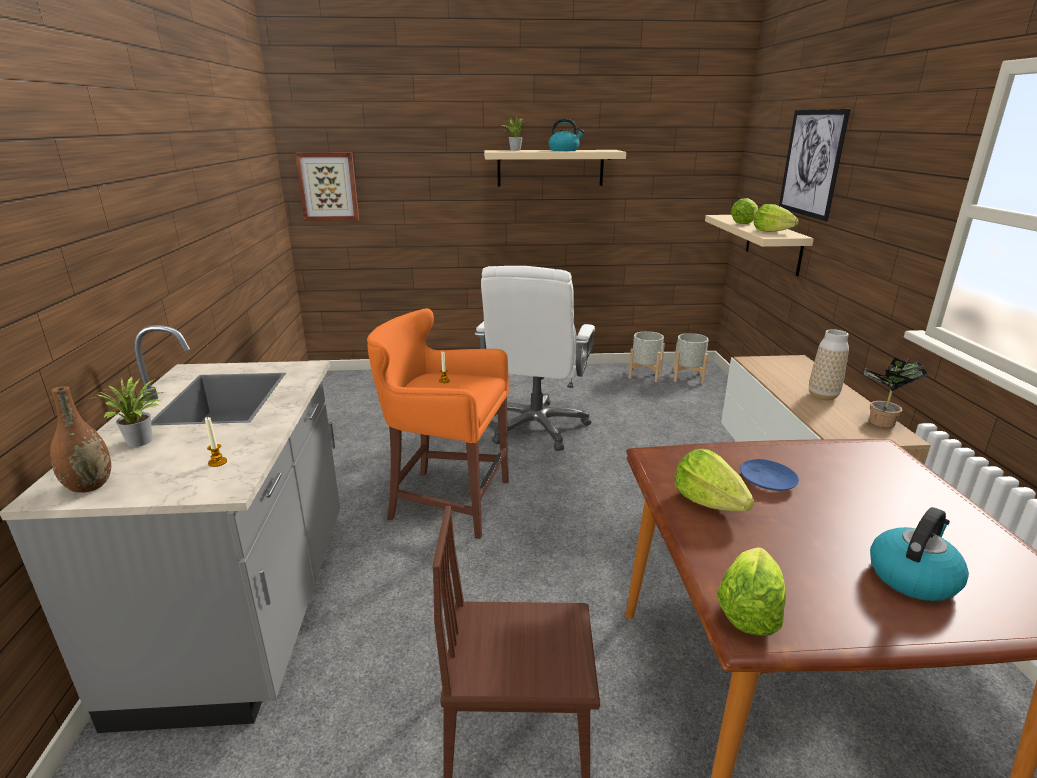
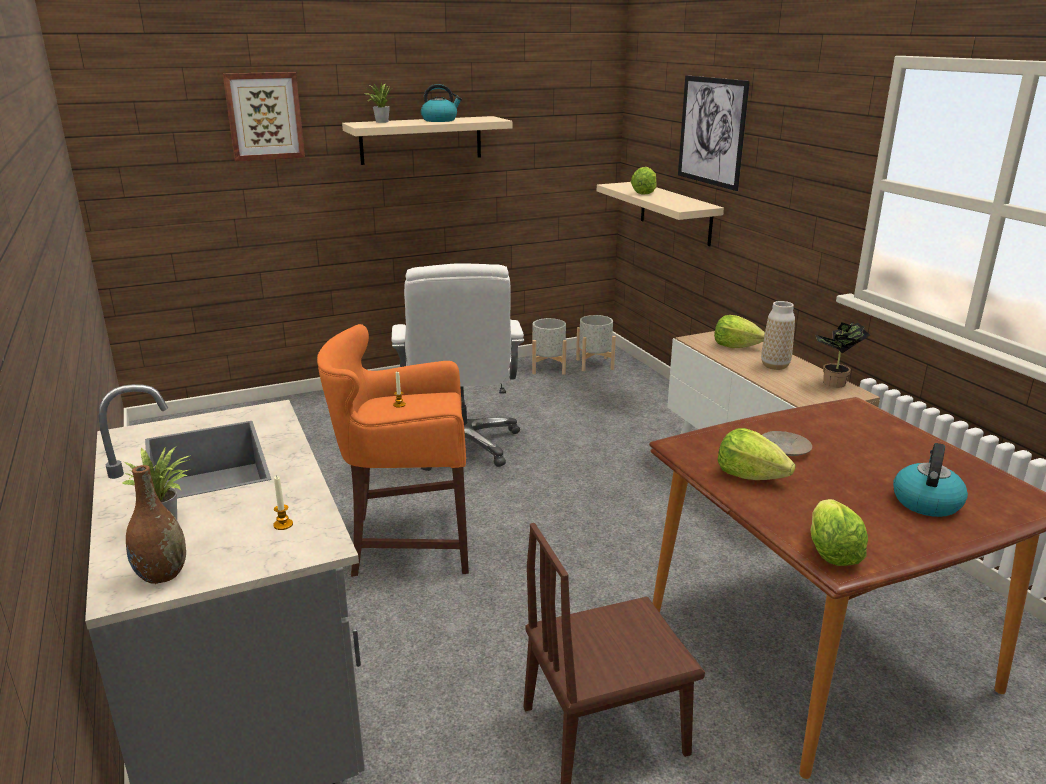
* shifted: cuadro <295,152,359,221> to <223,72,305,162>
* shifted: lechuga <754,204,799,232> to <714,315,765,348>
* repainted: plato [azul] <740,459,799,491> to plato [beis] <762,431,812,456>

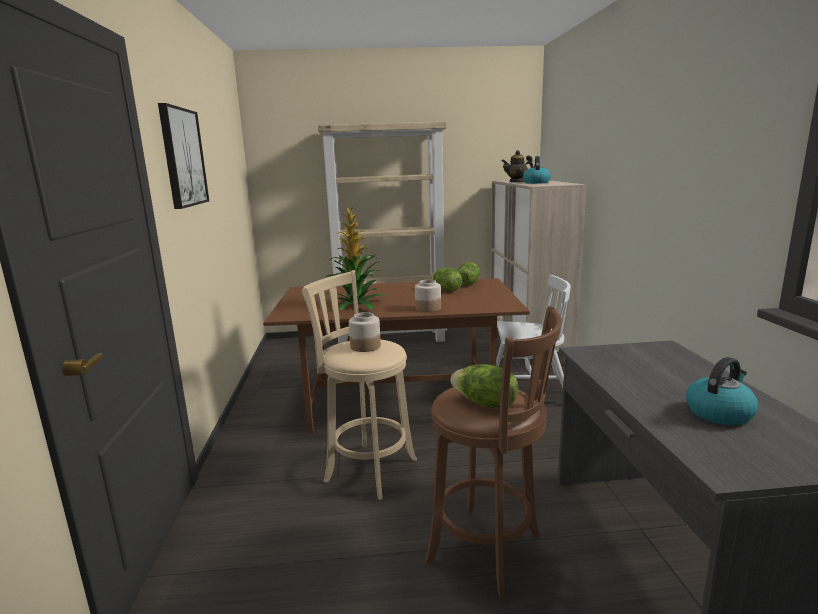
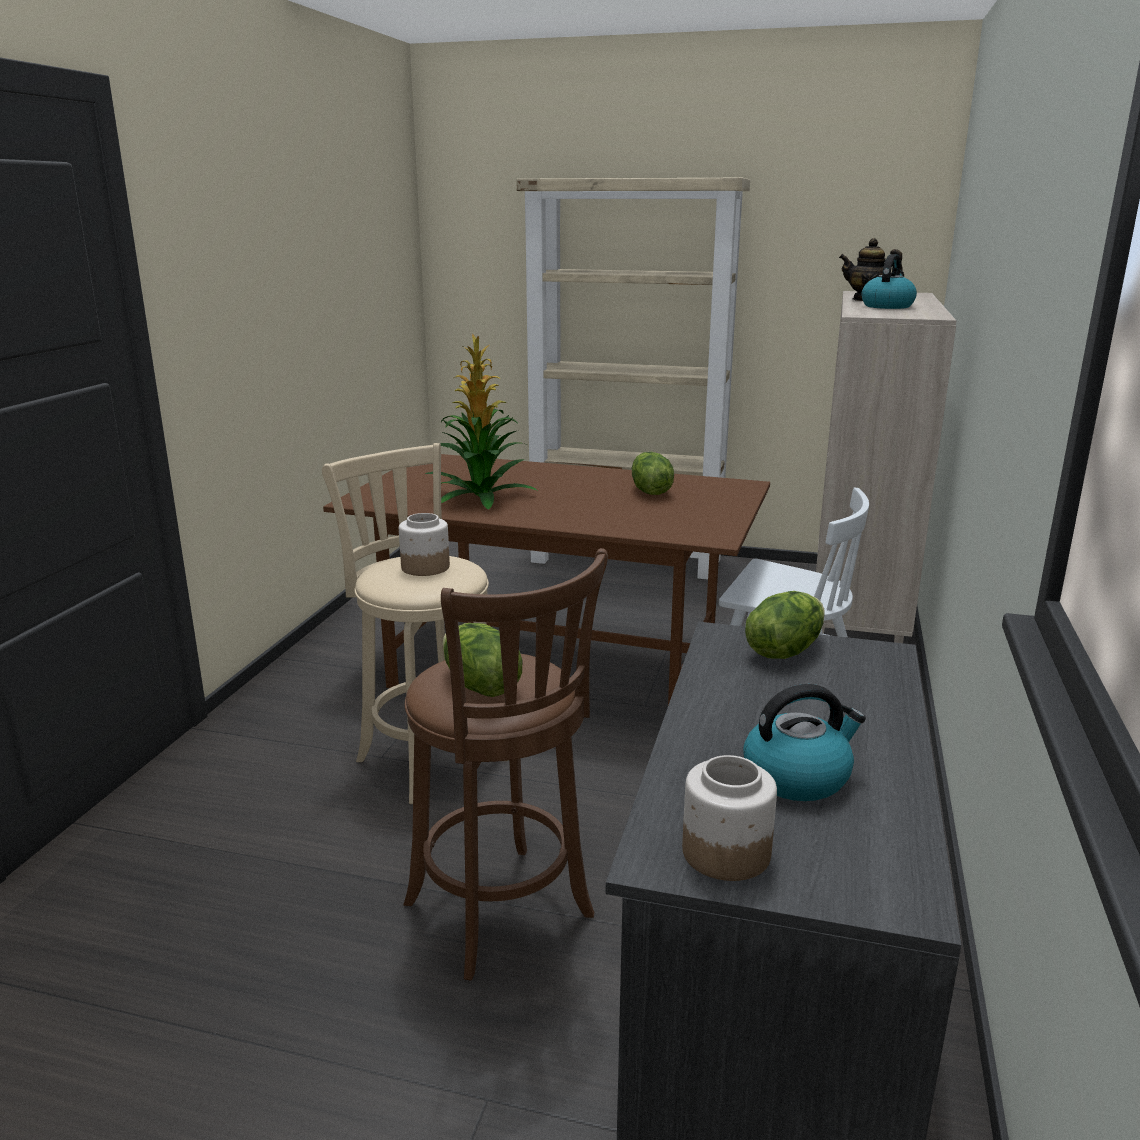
* shifted: tarro <415,280,441,312> to <682,755,777,881>
* shifted: lechuga <457,262,480,285> to <745,591,825,659>
* gone: cuadro <158,103,209,209>

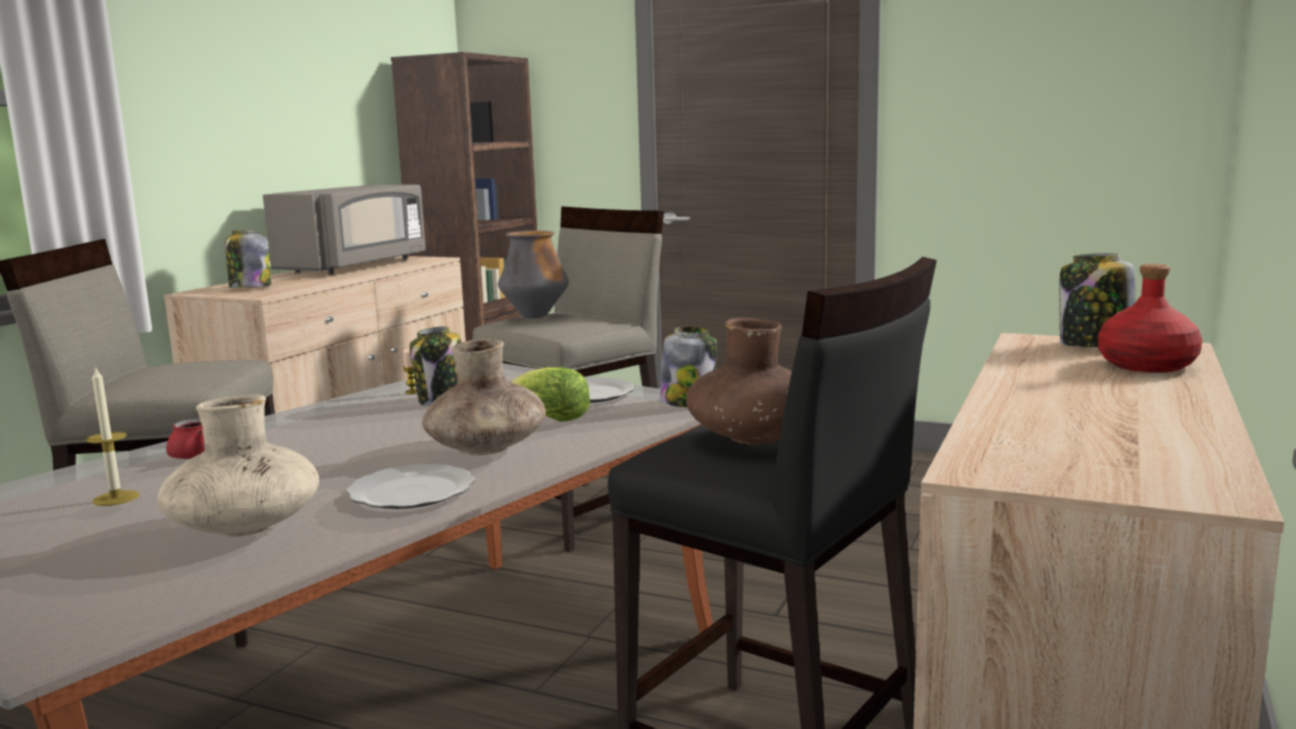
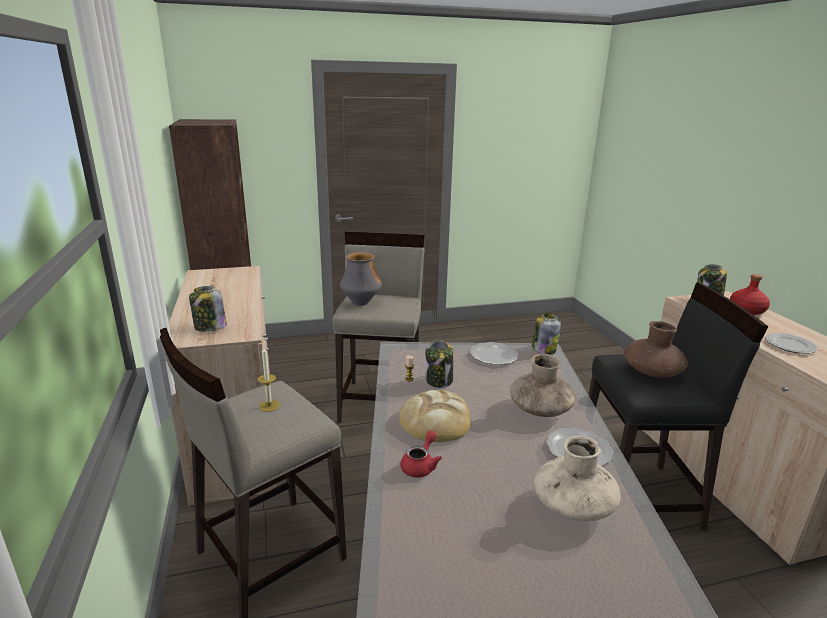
* shifted: vela <86,366,139,506> to <258,347,280,412>
* new: pan <399,390,471,442>
* new: plato <765,333,818,354>
* gone: microondas [gris] <263,185,426,274>
* gone: lechuga <512,367,590,422>

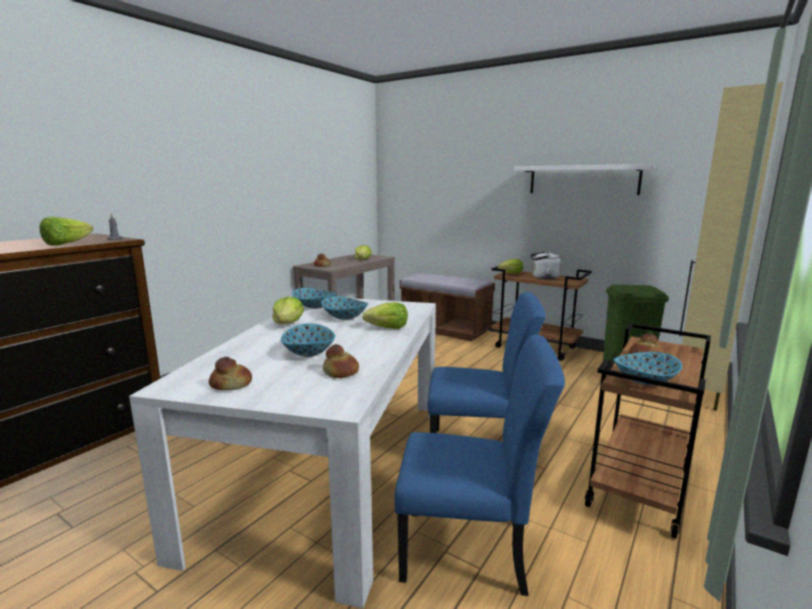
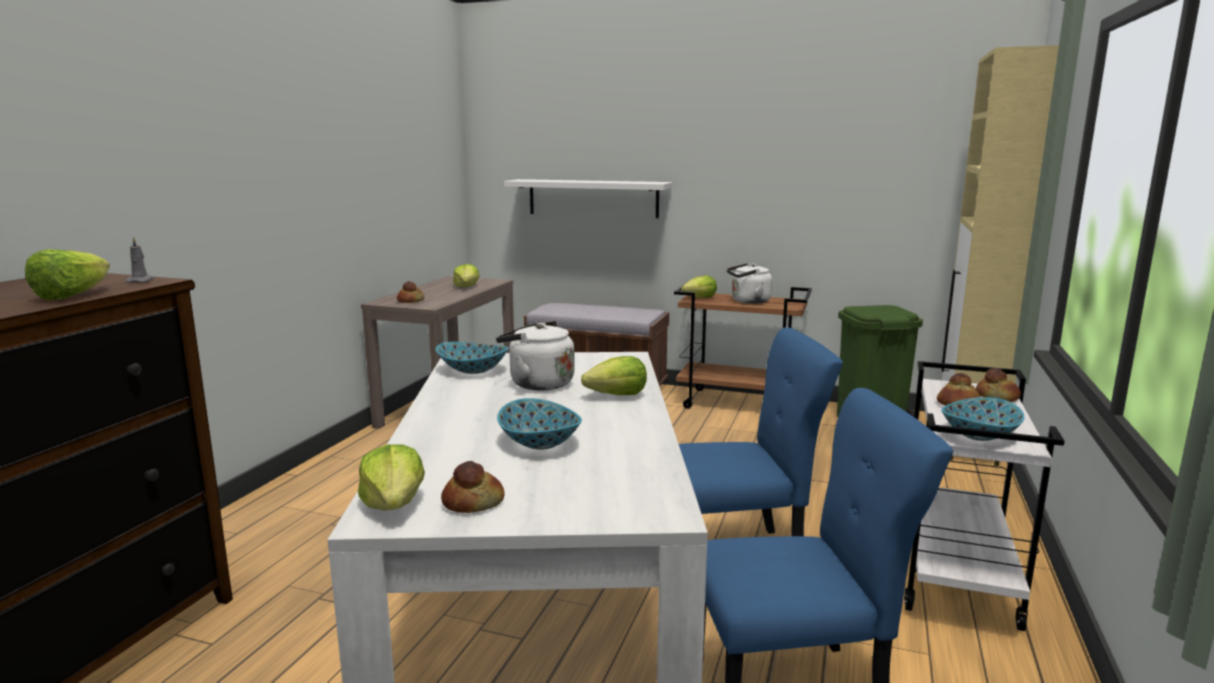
* shifted: lechuga <272,297,304,324> to <358,445,425,510>
* swapped: cuenco <321,296,368,320> to hervidor [blanco] <496,321,575,390>
* shifted: estante [blanco] <514,164,656,195> to <504,179,672,218>
* repainted: carrito [marrón] <585,323,711,539> to carrito [blanco] <904,361,1064,631>
* shifted: pan <323,344,359,378> to <976,368,1021,402>

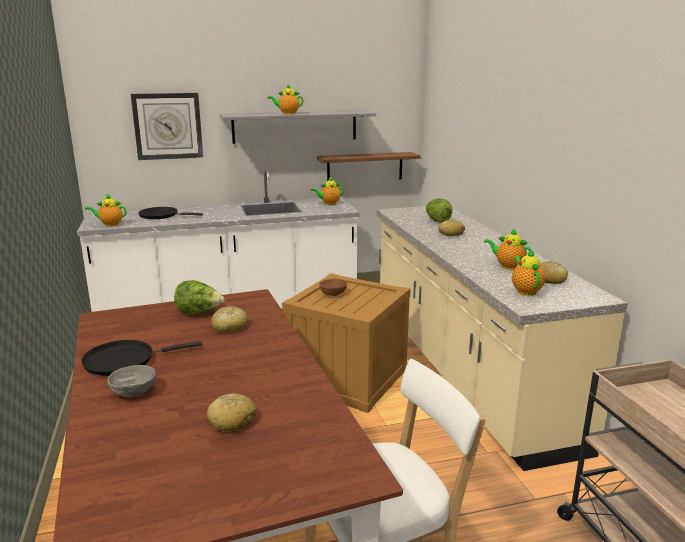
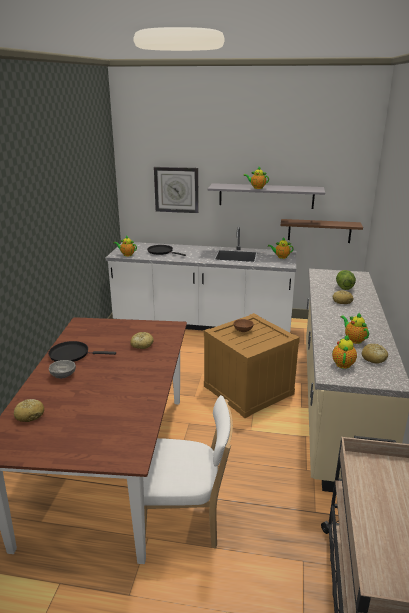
* shifted: pan <207,394,257,431> to <14,399,44,422>
* gone: lechuga <174,280,224,314>

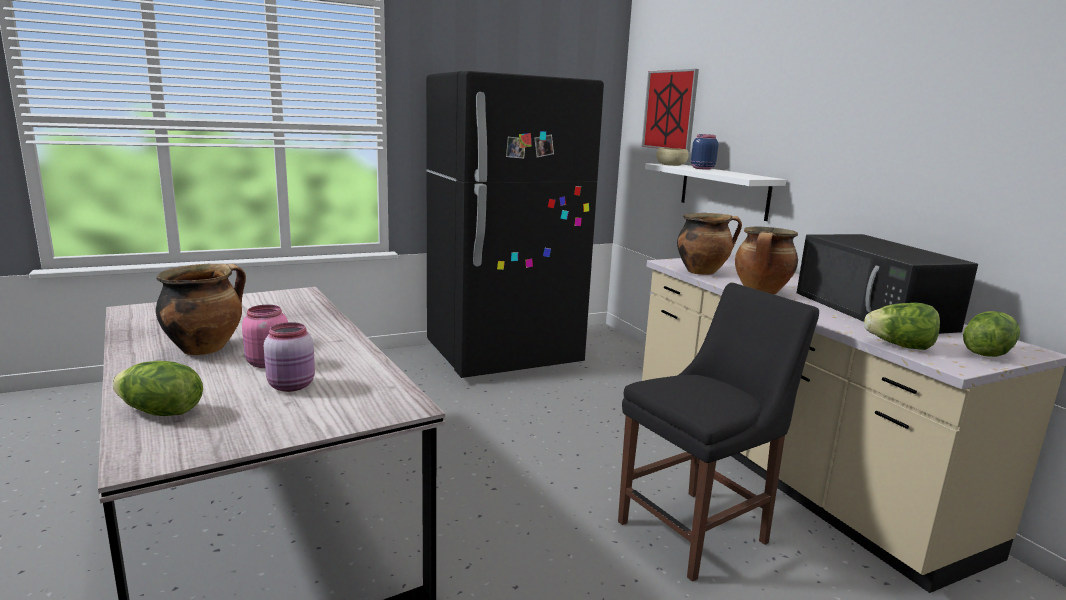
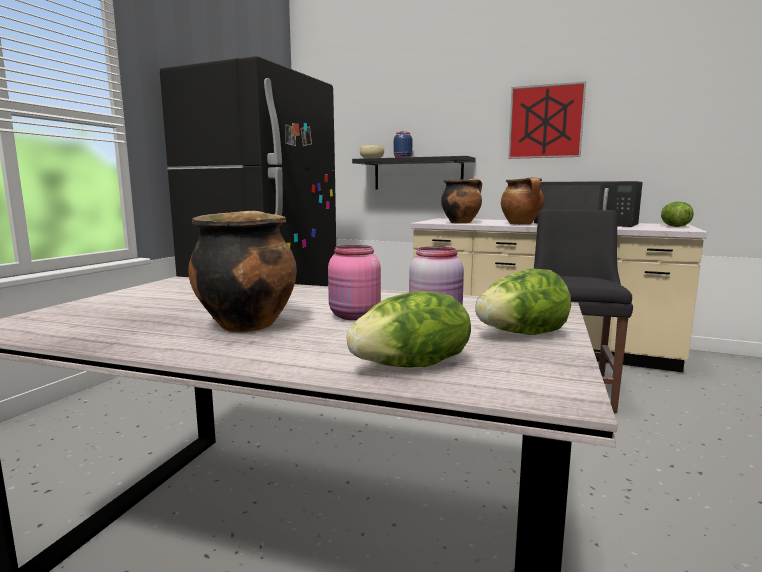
* repainted: estante [blanco] <645,164,786,221> to estante [negro] <352,156,476,189>
* shifted: lechuga <864,303,940,350> to <475,269,571,335>
* shifted: cuadro <642,69,699,152> to <508,81,586,159>

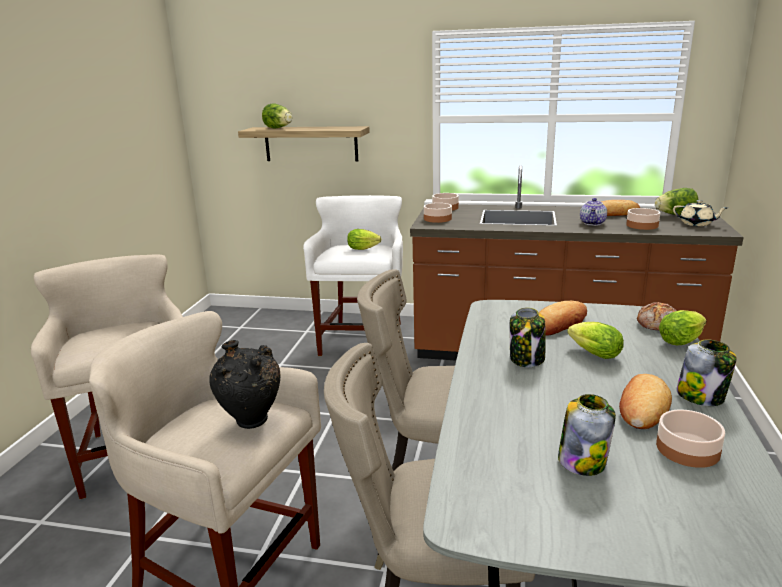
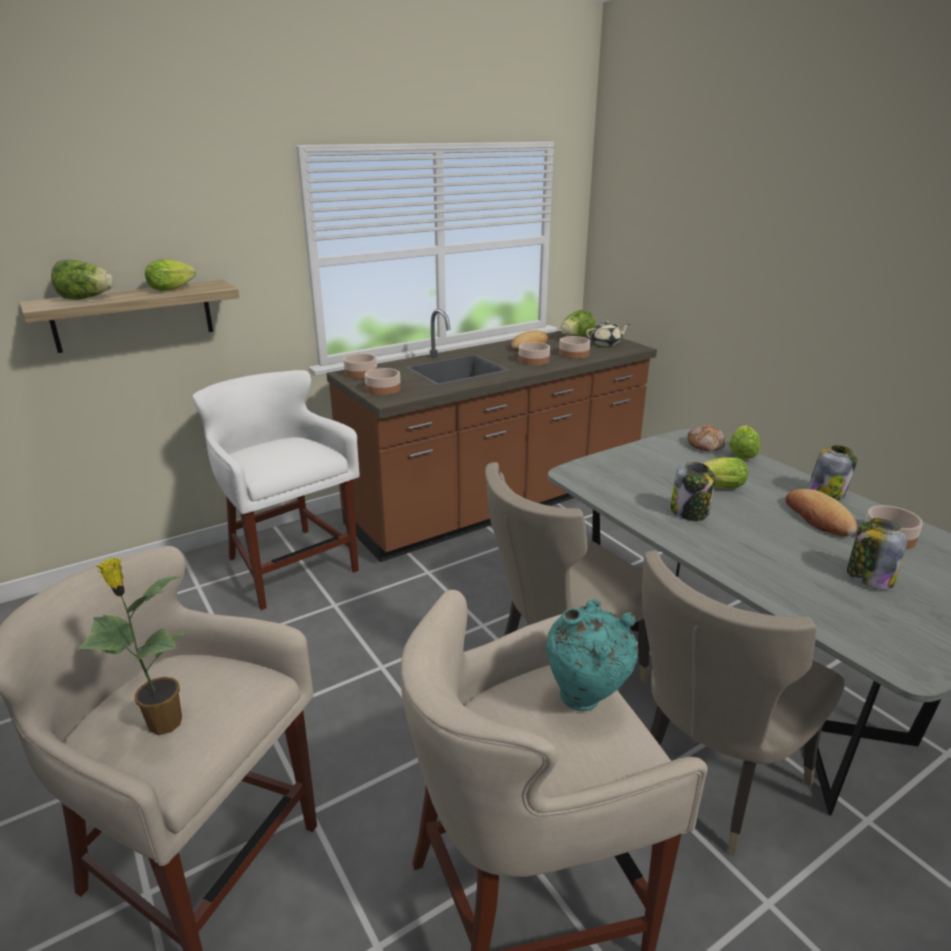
* new: planta en maceta <77,558,190,735>
* shifted: lechuga <347,229,381,250> to <145,259,196,291>
* swapped: tetera <580,198,607,226> to cuenco <518,342,550,366>
* repainted: florero [negro] <209,340,280,429> to florero [turquesa] <546,599,638,711>
* gone: pan <539,301,587,336>

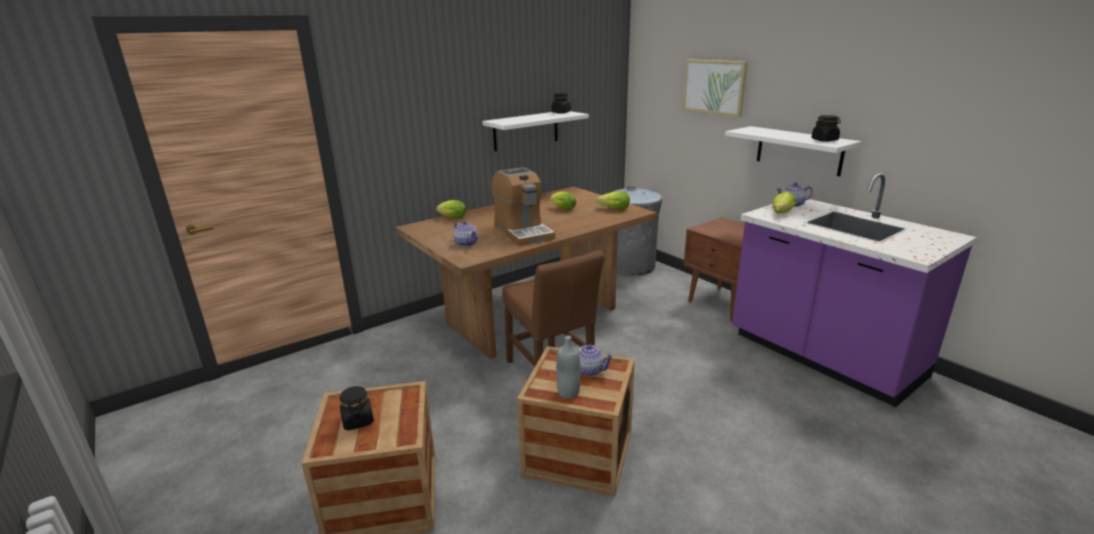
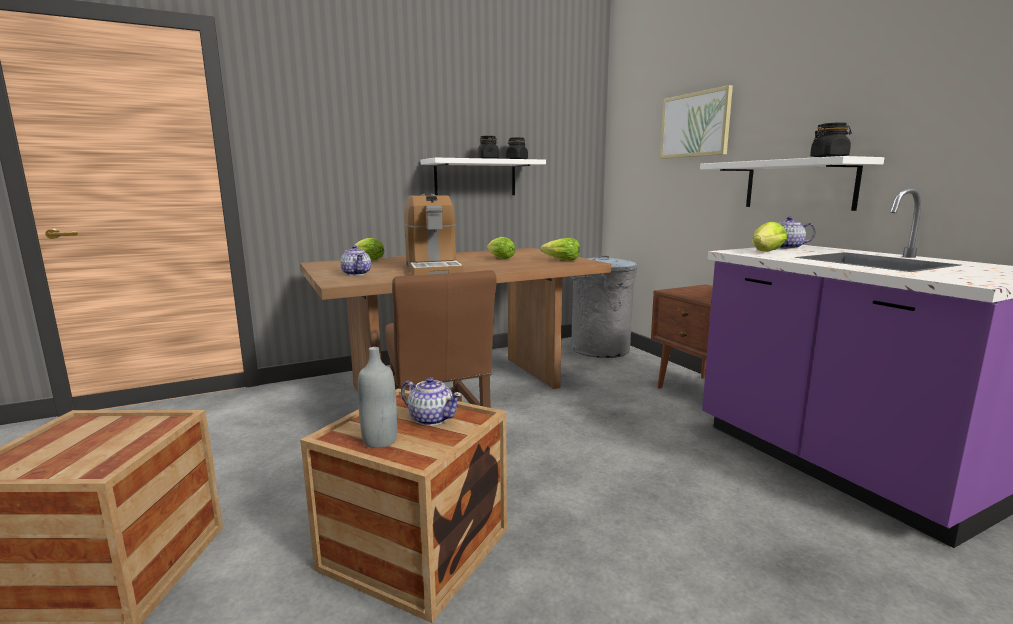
* shifted: tarro [negro] <340,386,374,430> to <478,136,499,159>

